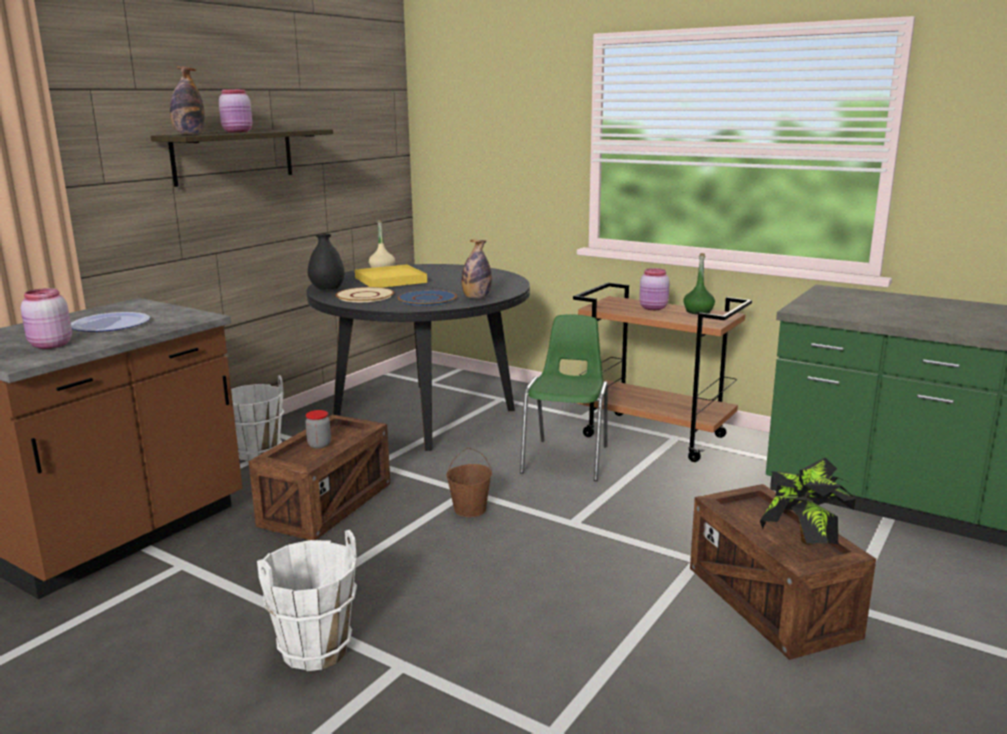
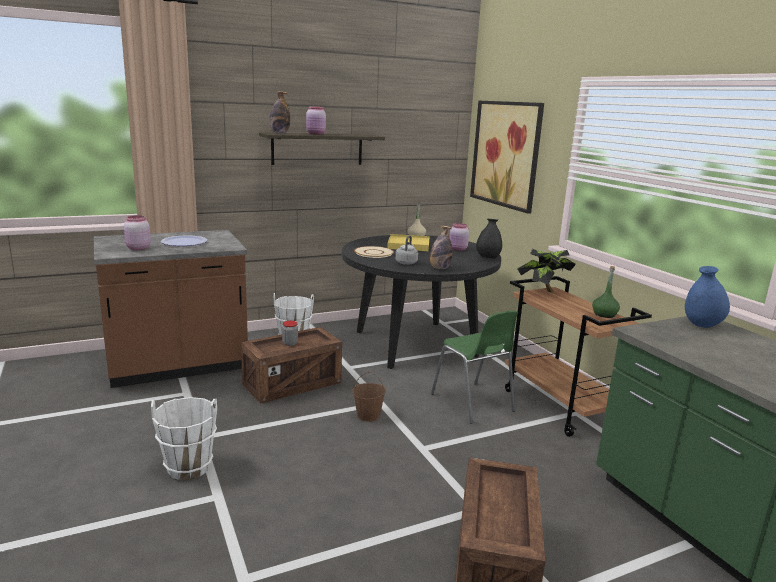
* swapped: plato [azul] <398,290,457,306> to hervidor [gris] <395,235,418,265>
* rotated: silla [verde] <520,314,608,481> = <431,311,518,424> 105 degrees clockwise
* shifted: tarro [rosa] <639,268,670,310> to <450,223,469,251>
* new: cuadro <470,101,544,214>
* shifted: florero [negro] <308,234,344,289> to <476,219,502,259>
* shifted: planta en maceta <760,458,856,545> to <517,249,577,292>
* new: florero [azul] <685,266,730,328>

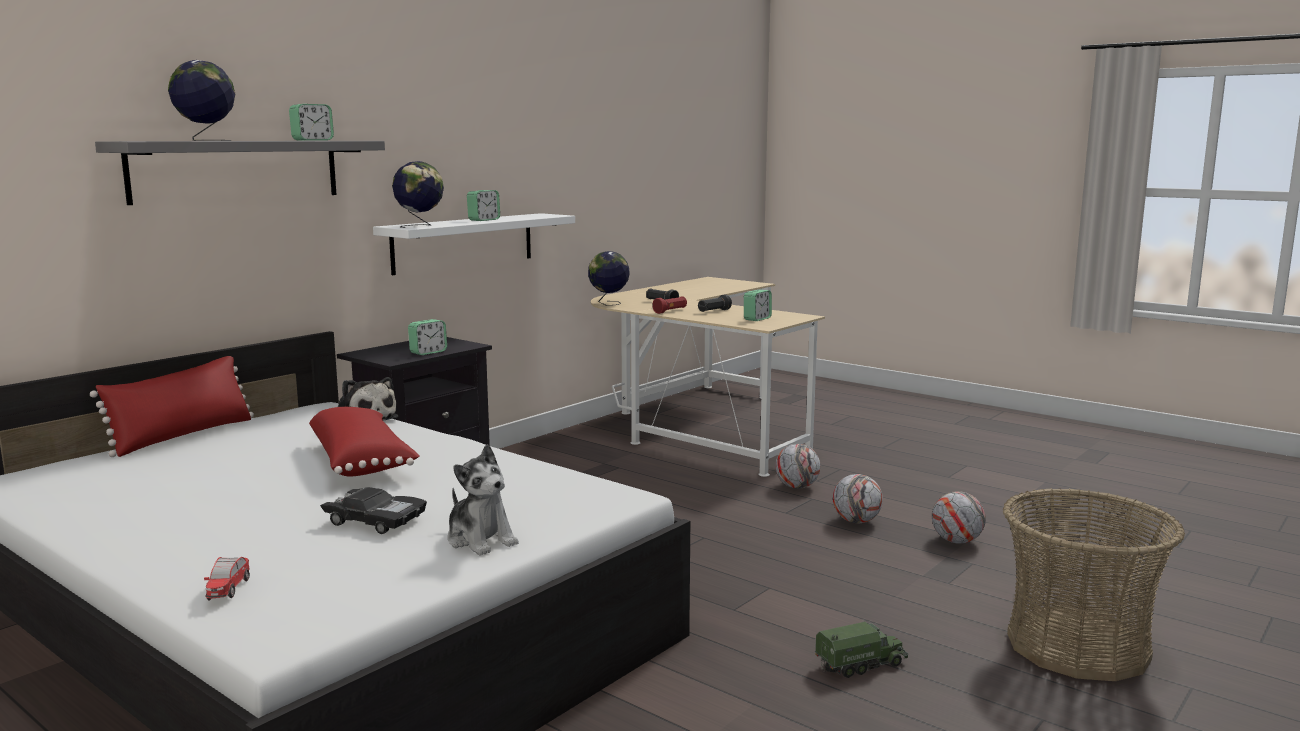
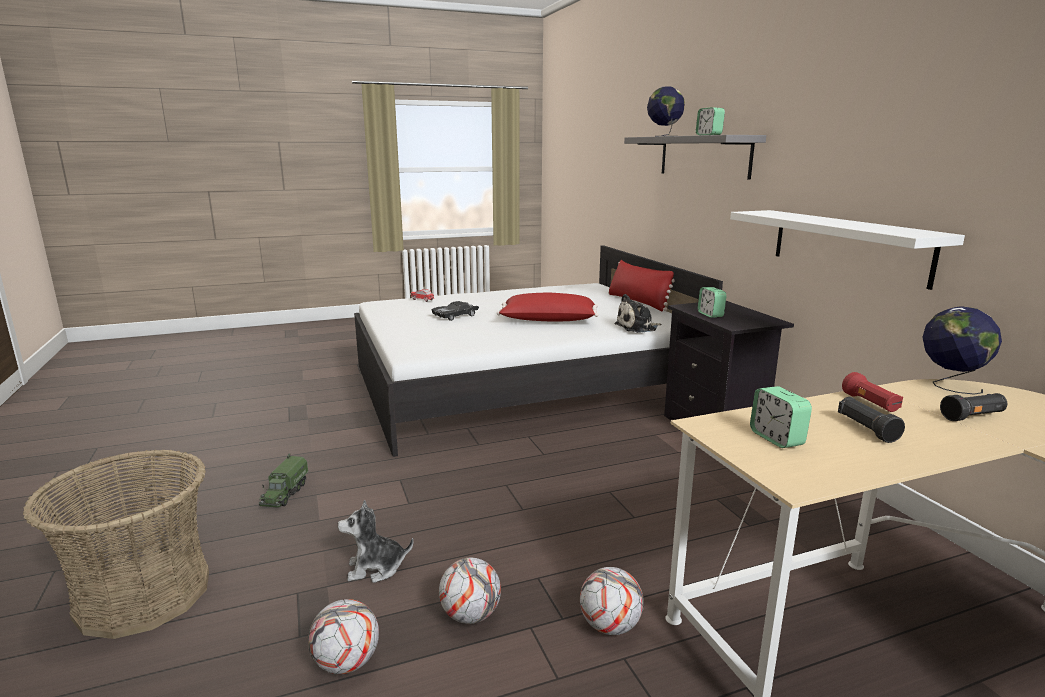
* shifted: peluche <447,444,519,556> to <338,500,414,583>
* gone: globo terráqueo <392,161,444,228>
* gone: despertador <467,190,500,221>

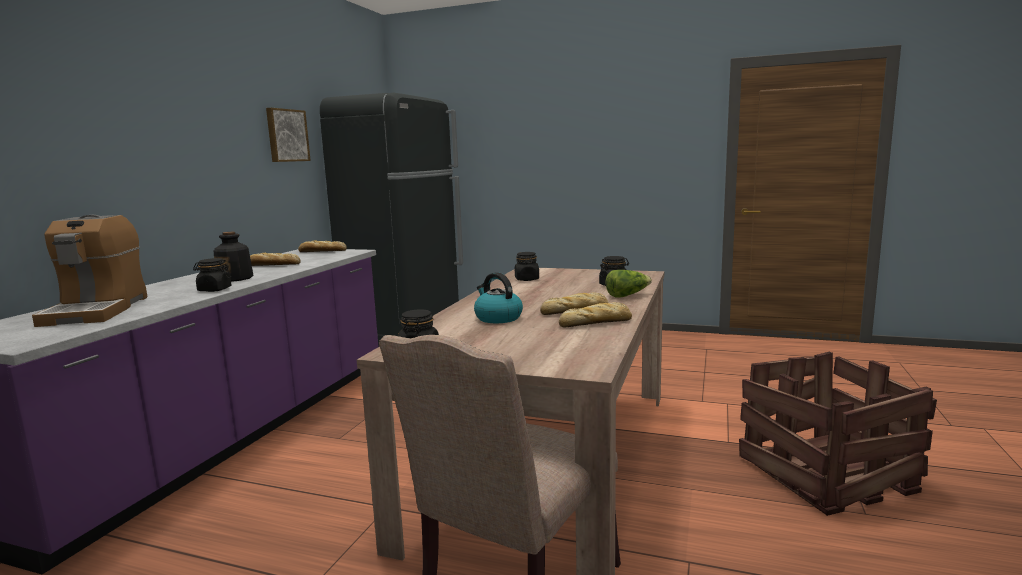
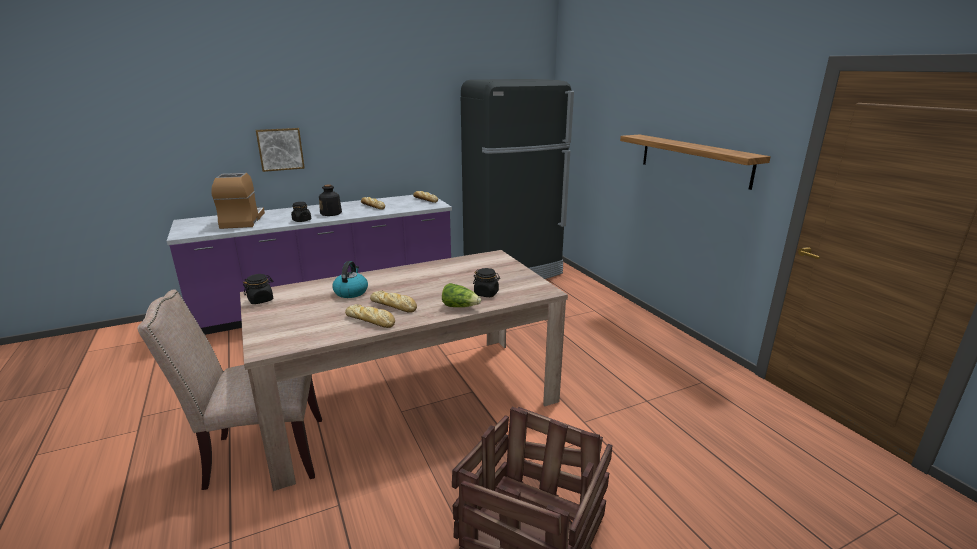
* rotated: cafetera <32,215,147,327> = <211,173,265,229> 135 degrees clockwise
* shifted: cuadro <266,108,311,162> to <256,128,305,172>
* new: estante <620,134,771,190>
* gone: tarro [negro] <515,252,539,281>

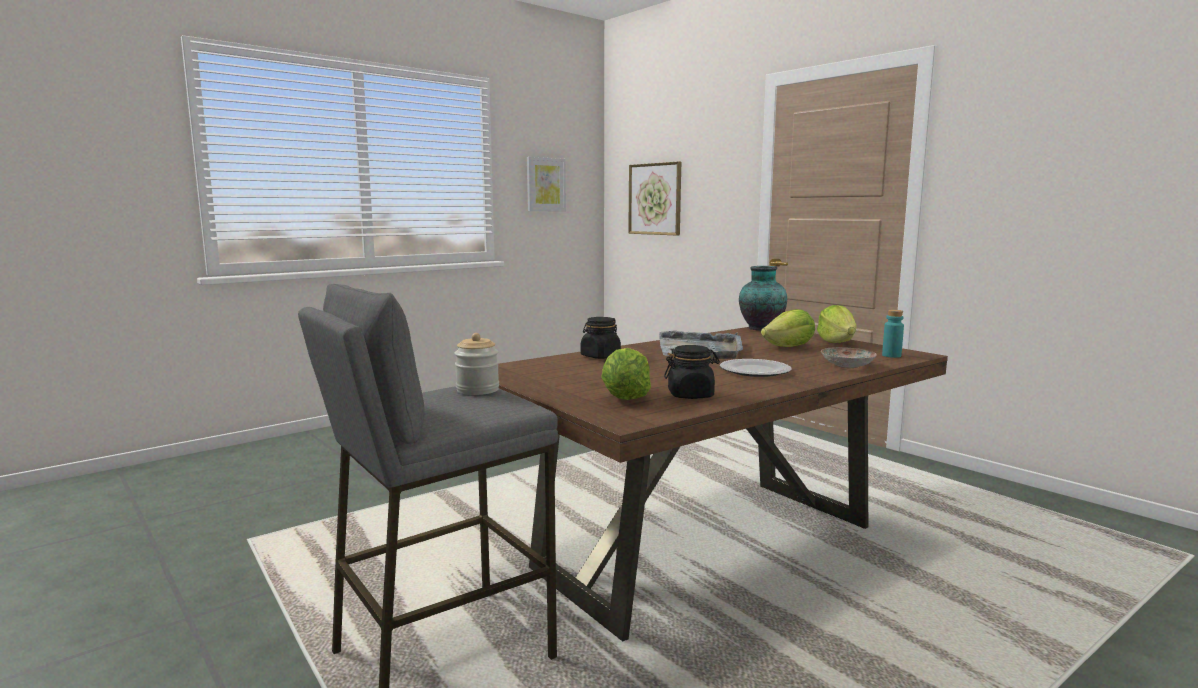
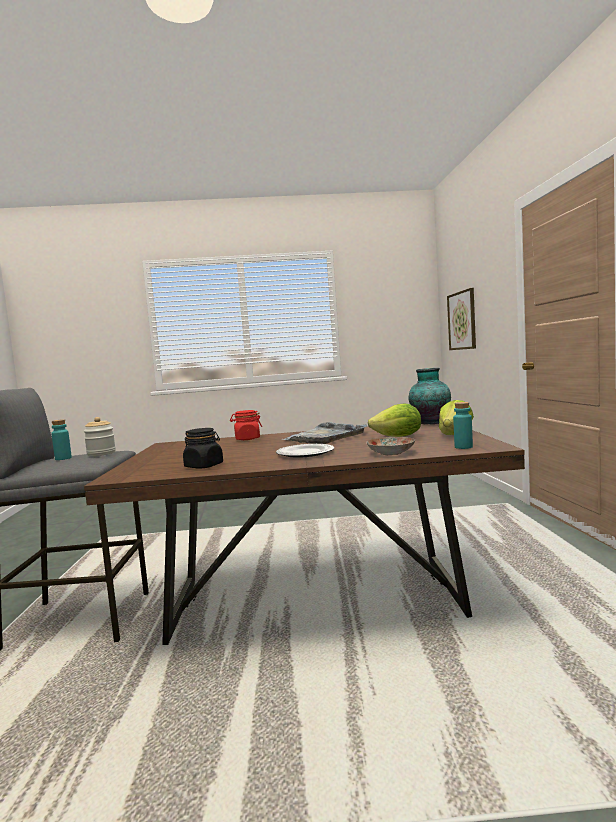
* new: botella [turquesa] <52,419,72,460>
* repainted: tarro [negro] <581,317,621,359> to tarro [rojo] <230,410,262,440>
* gone: cuadro <527,157,566,211>
* gone: lechuga <601,348,651,400>

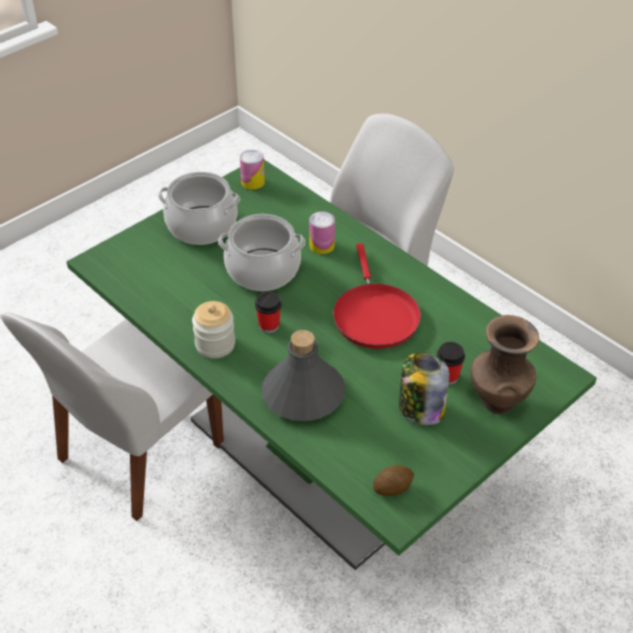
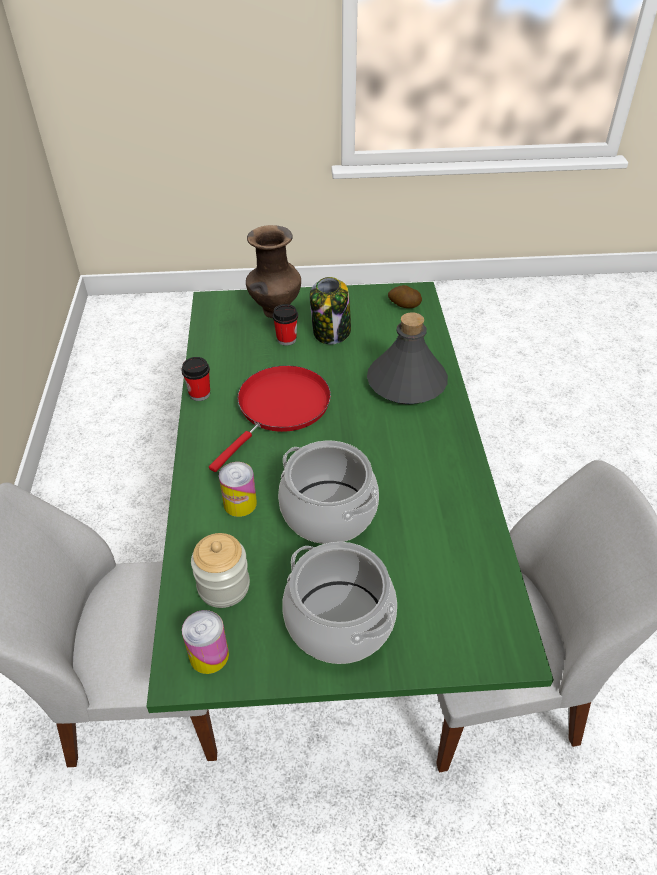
* shifted: taza <255,292,281,333> to <181,357,210,401>
* shifted: tarro <192,301,235,358> to <191,533,250,608>

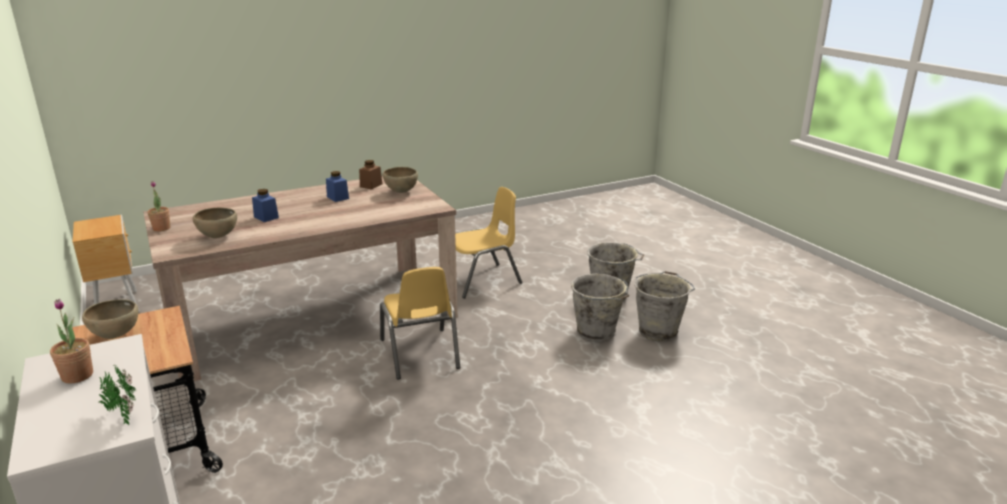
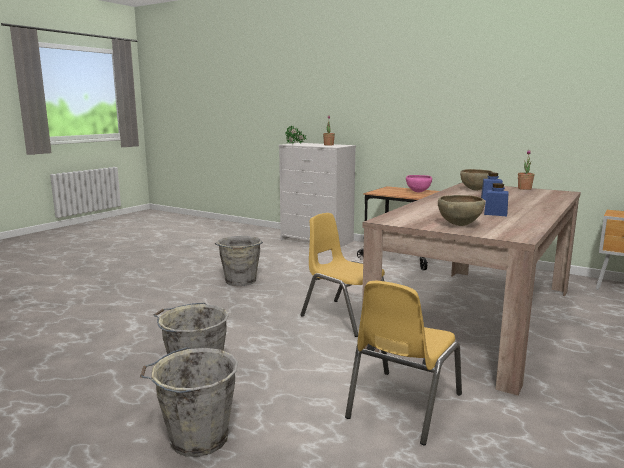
* shifted: cubo [gris] <635,271,695,342> to <214,236,263,286>
* repainted: cuenco [marrón] <82,300,139,339> to cuenco [rosa] <406,175,432,193>
* gone: tarro [marrón] <359,160,382,189>

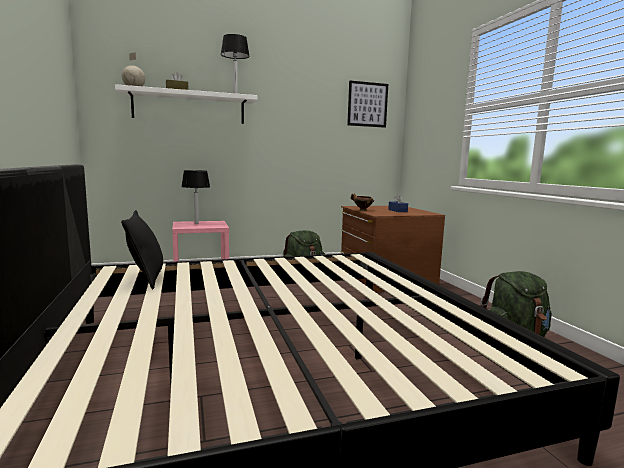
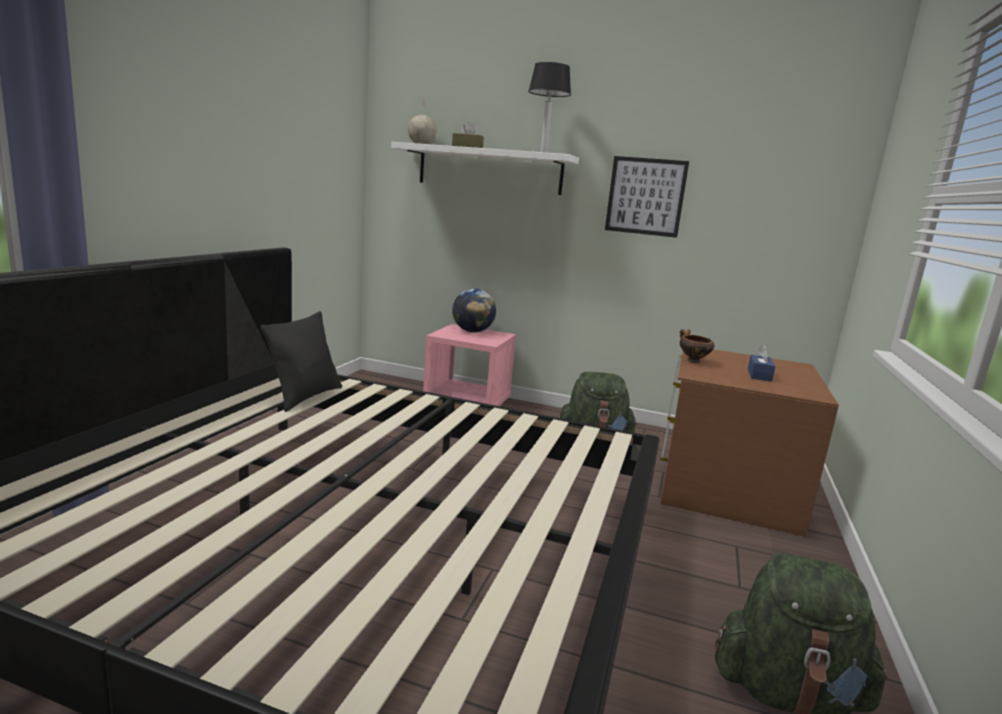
* swapped: lámpara de mesa <181,170,210,224> to globo terráqueo <452,289,496,332>
* shifted: cuadro <347,80,388,128> to <605,156,689,238>

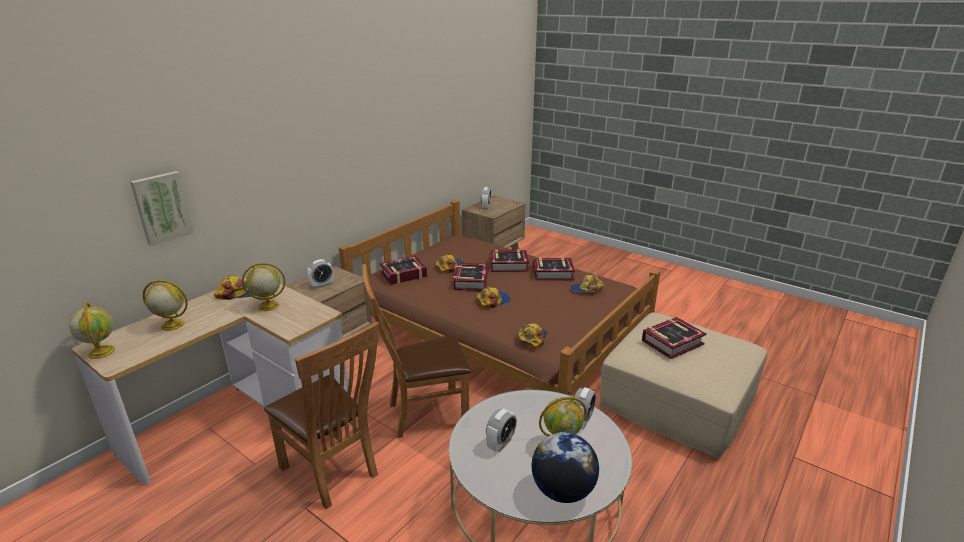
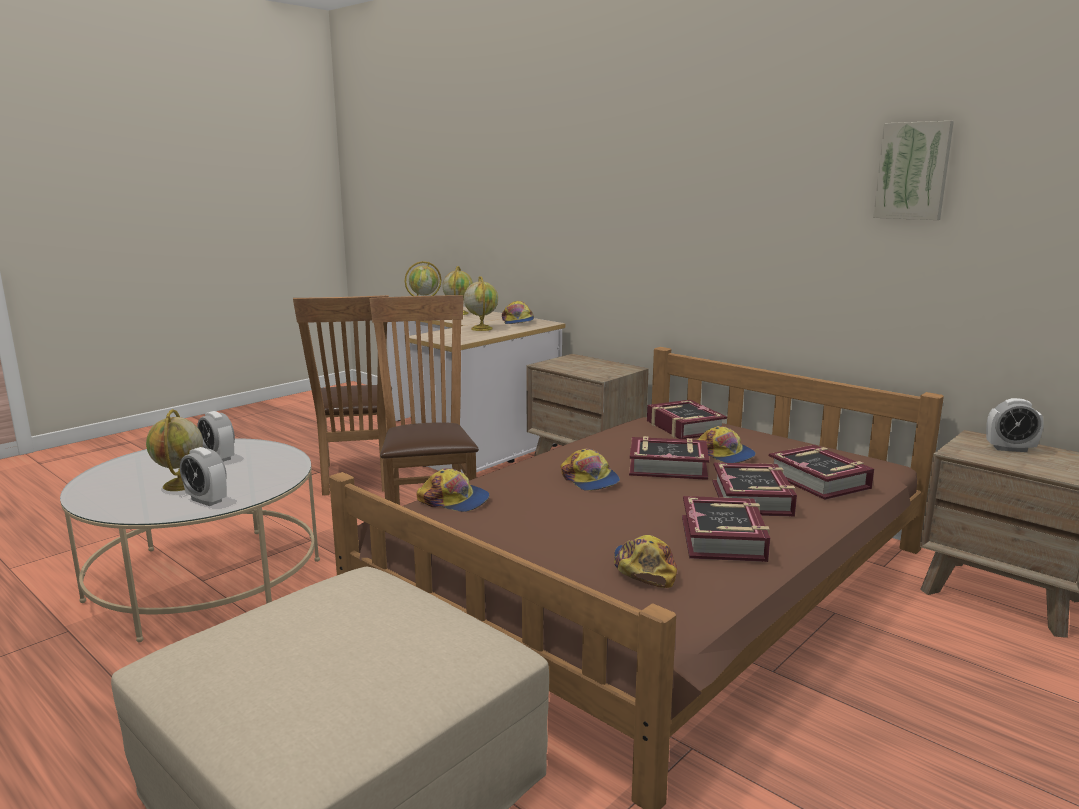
* rotated: silla [marrón] <264,322,379,509> = <293,295,392,496> 60 degrees counterclockwise
* shifted: libro <642,317,707,359> to <769,445,874,500>
* shifted: cuadro <130,171,194,246> to <873,121,954,220>
* gone: despertador <307,259,334,288>
* gone: globo terráqueo <532,432,599,503>

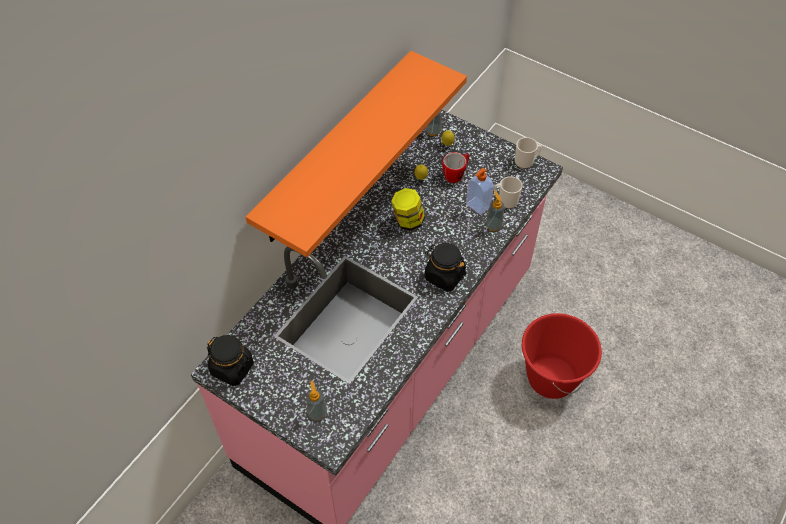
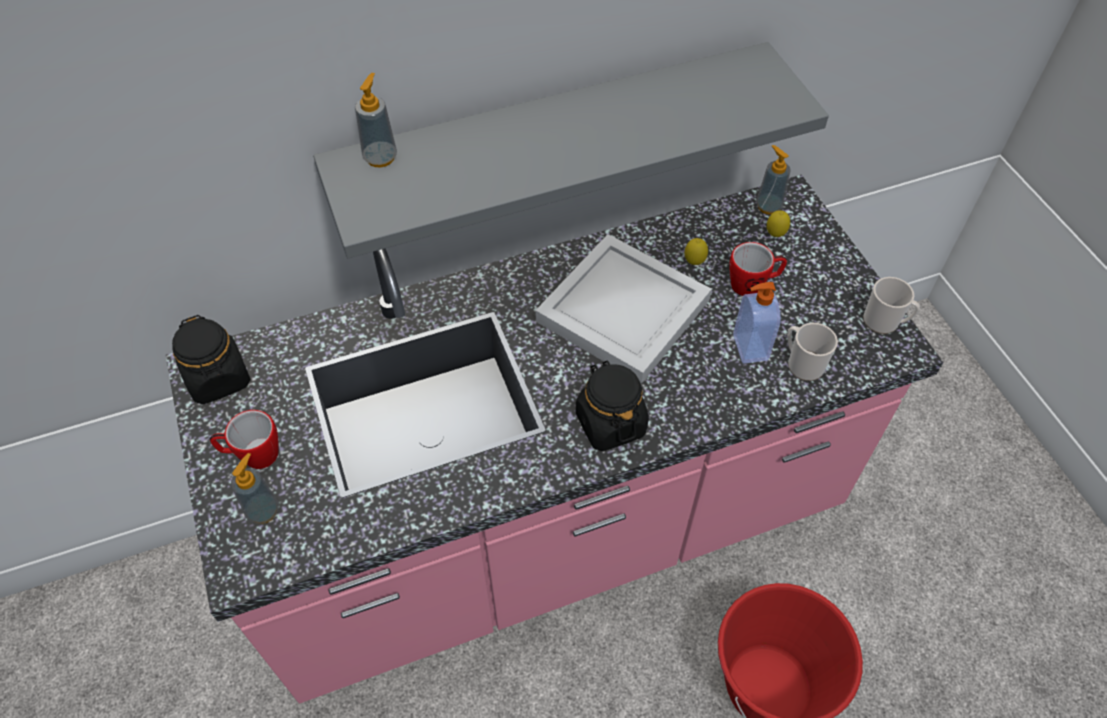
* new: taza grande <210,410,279,469>
* repainted: estante [naranja] <246,51,467,257> to estante [gris] <313,42,829,258>
* shifted: dispensador de jabón <486,191,505,231> to <355,73,397,168>
* swapped: tarro <391,188,425,231> to bandeja [blanco] <535,234,712,384>

